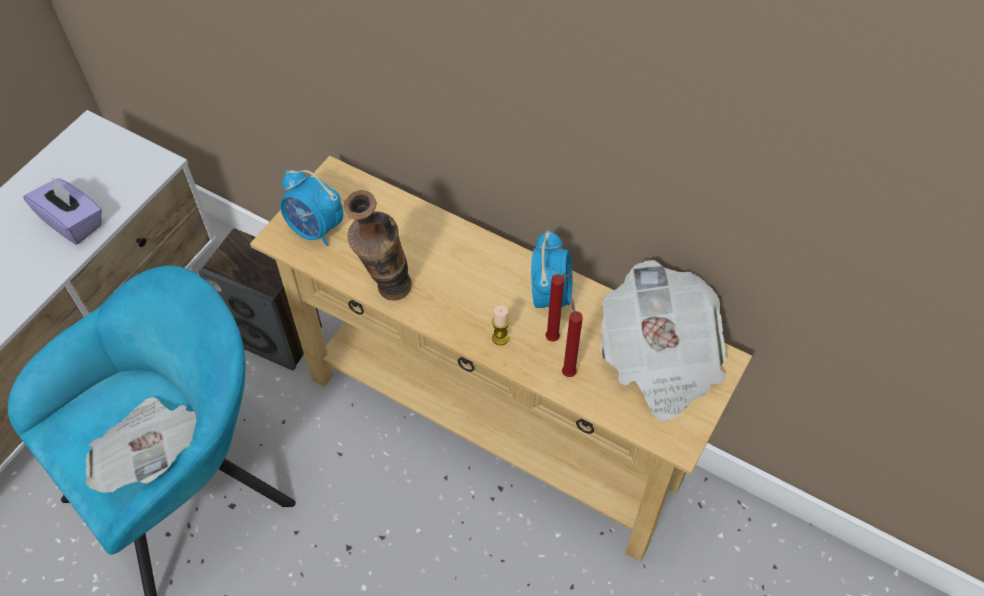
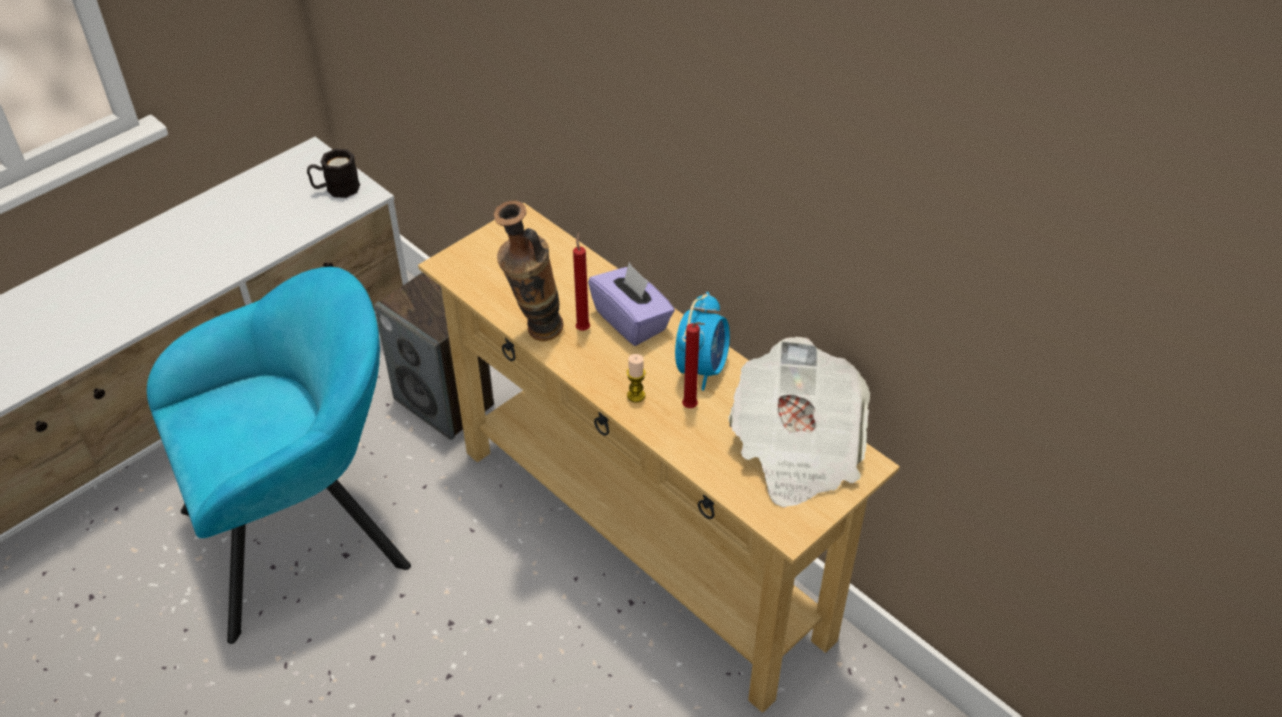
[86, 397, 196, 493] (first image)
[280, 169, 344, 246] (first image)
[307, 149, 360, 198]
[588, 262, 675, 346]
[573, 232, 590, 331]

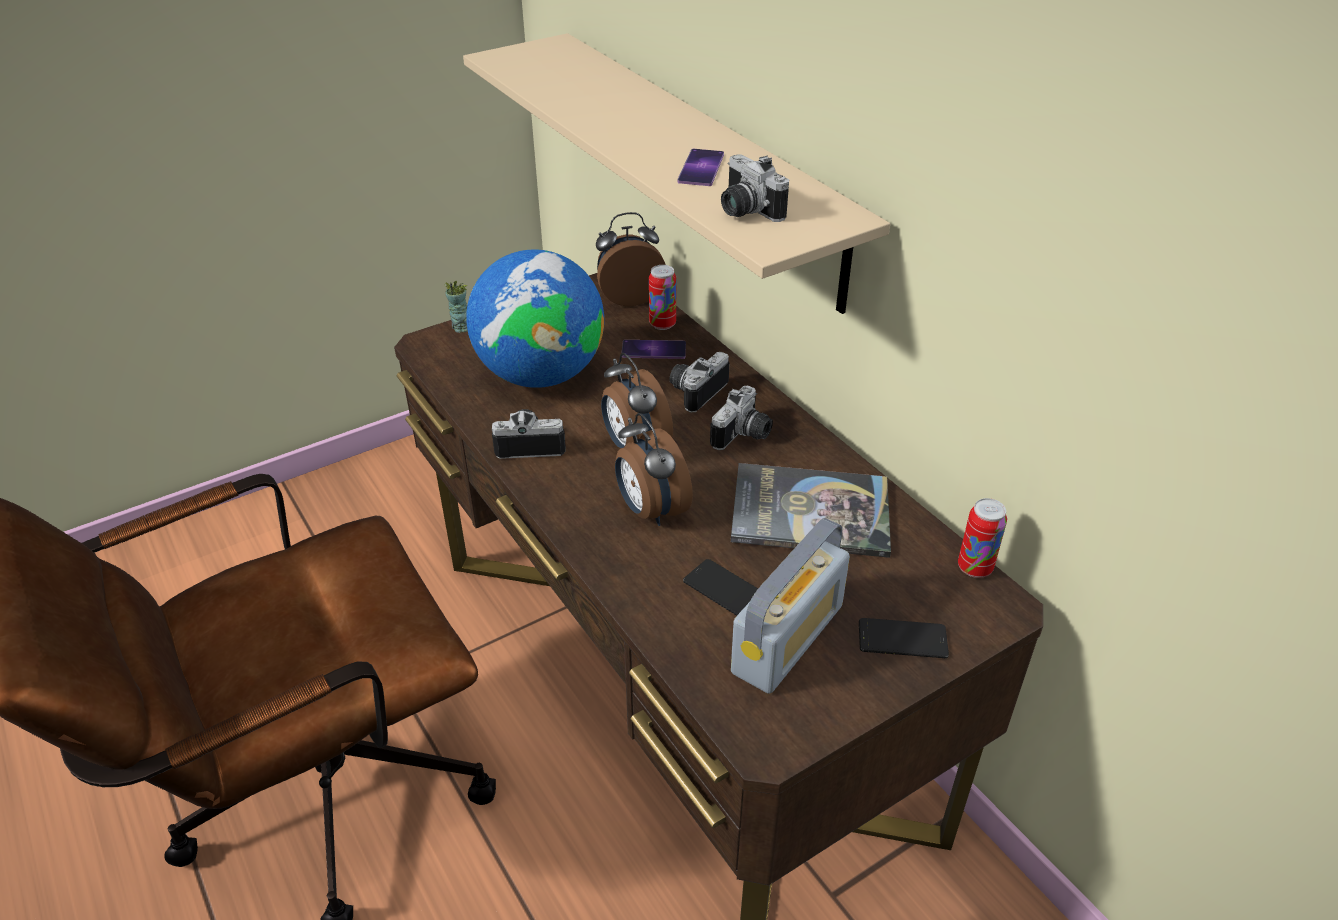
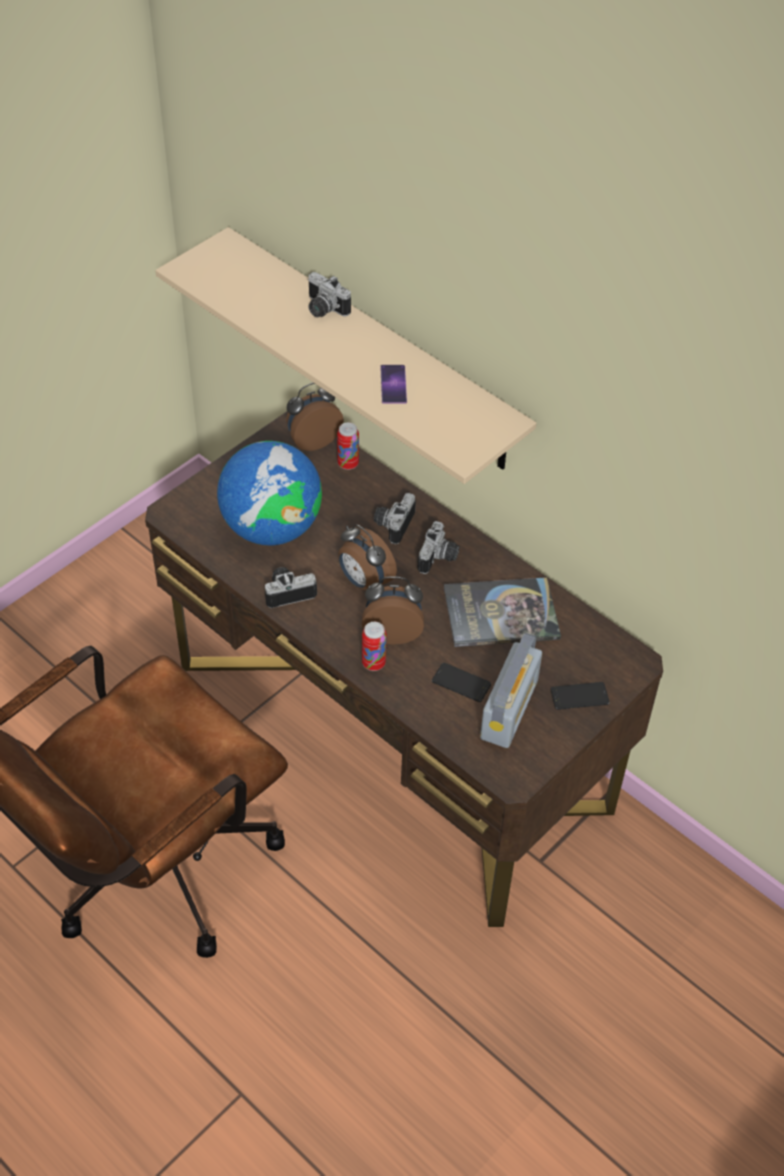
[445, 281, 468, 333] (first image)
[622, 340, 686, 359] (first image)
[307, 272, 351, 317]
[362, 622, 387, 671]
[362, 576, 424, 645]

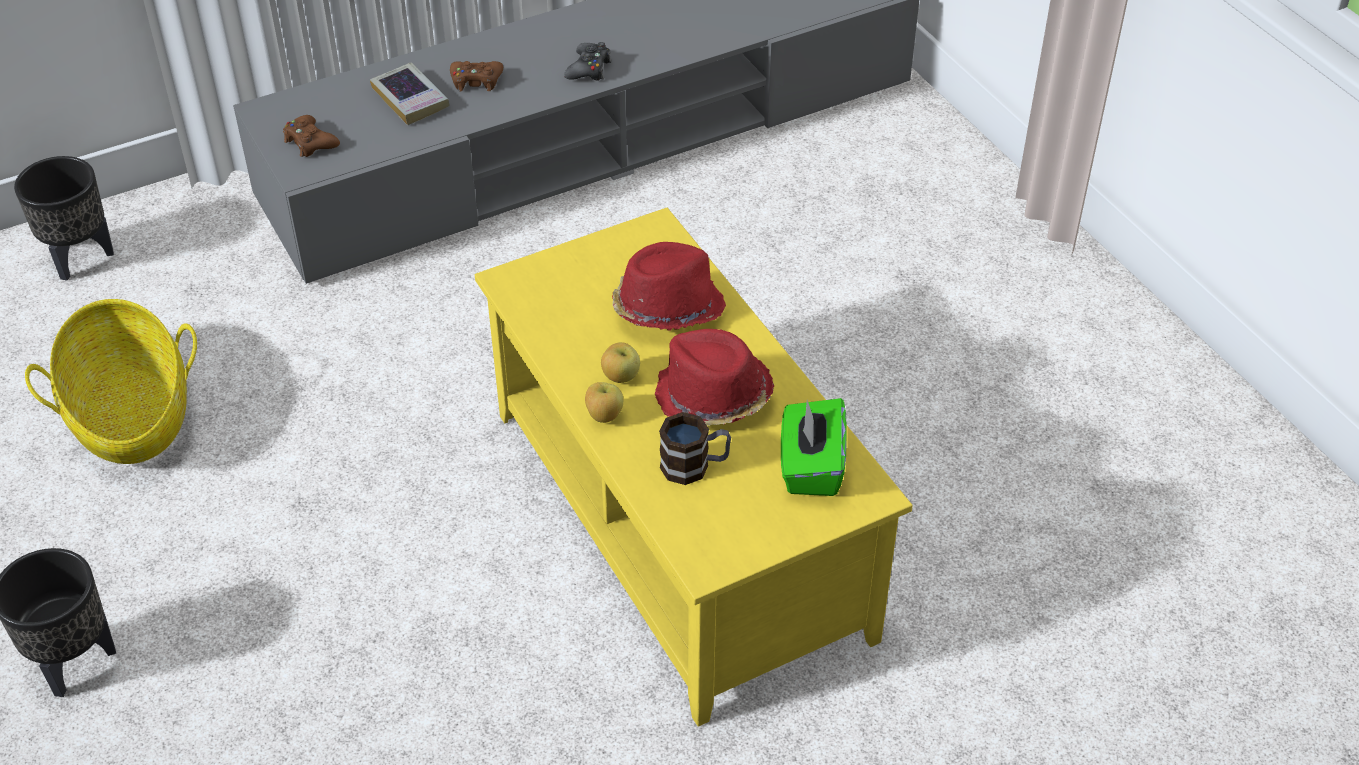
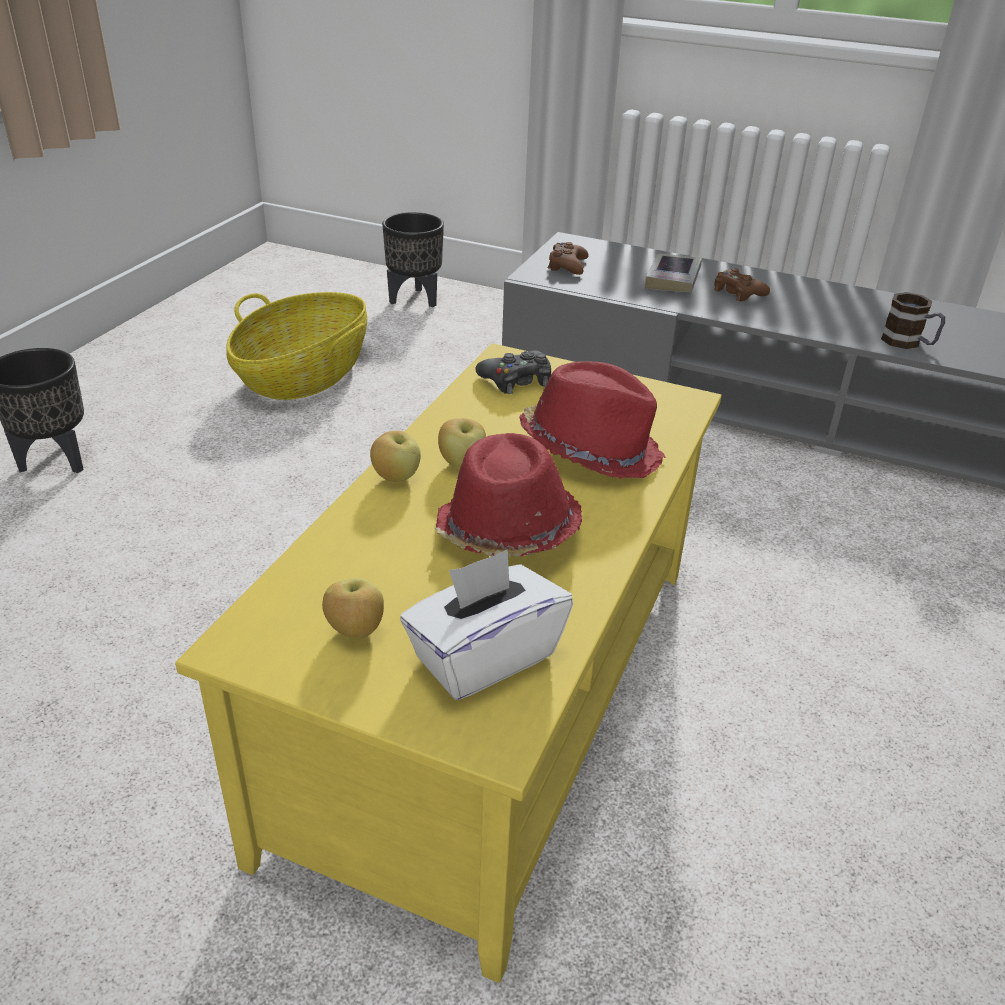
[322, 578, 384, 640]
[476, 351, 551, 394]
[881, 292, 945, 349]
[400, 550, 573, 700]

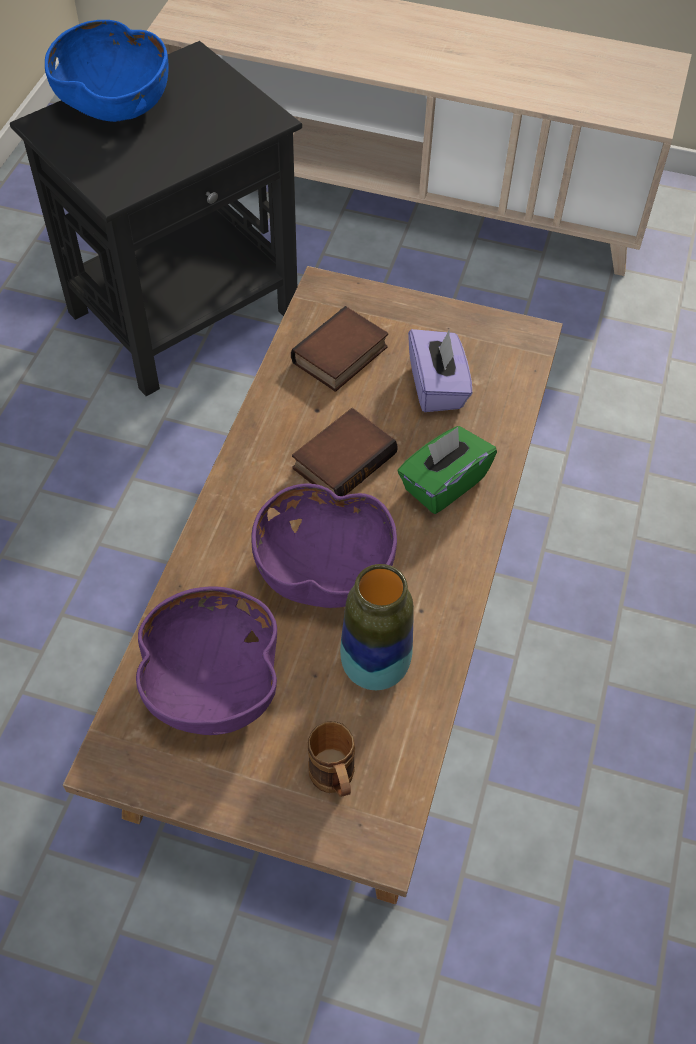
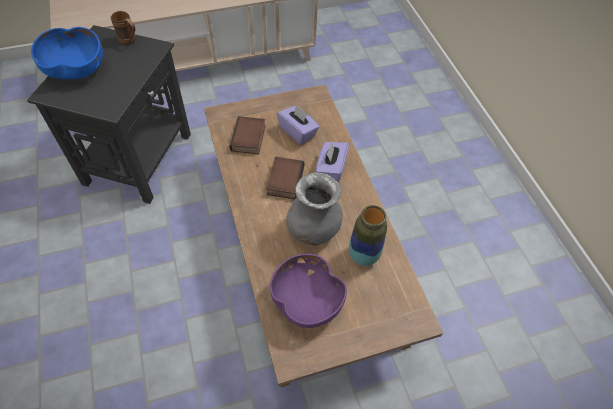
[111, 11, 136, 45]
[287, 172, 342, 245]
[316, 142, 349, 182]

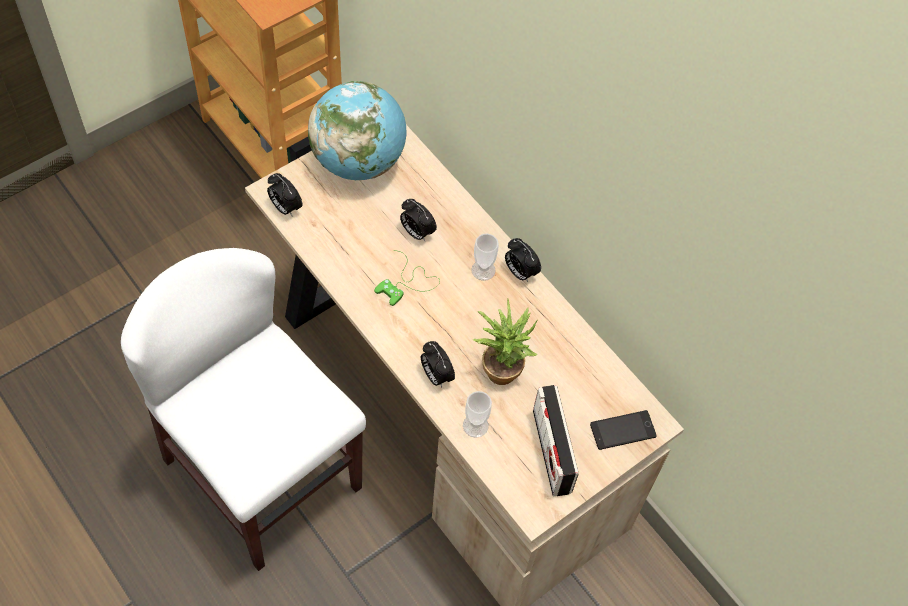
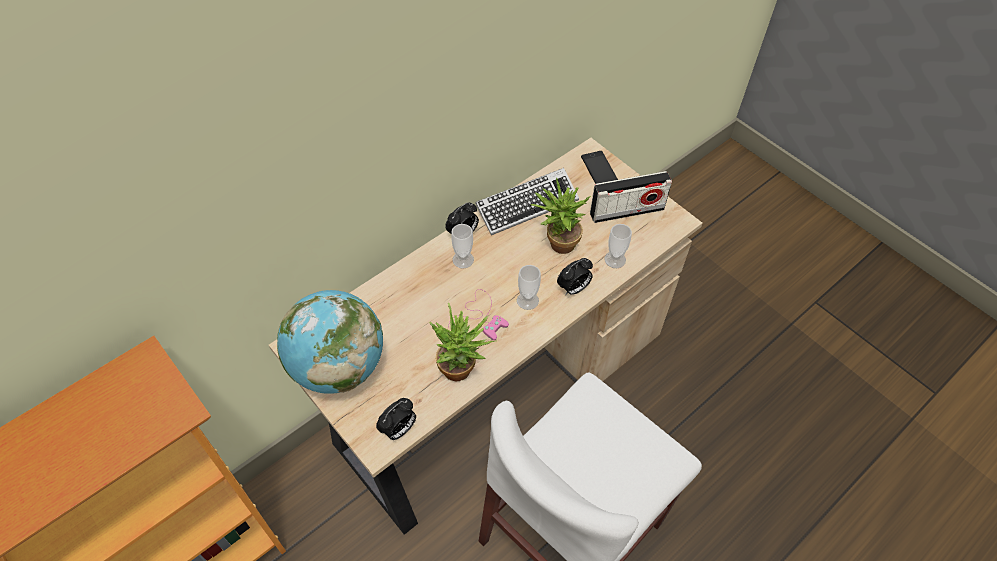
[400, 199, 437, 241] (first image)
[429, 303, 497, 381]
[475, 168, 579, 235]
[517, 265, 541, 310]
[448, 289, 509, 340]

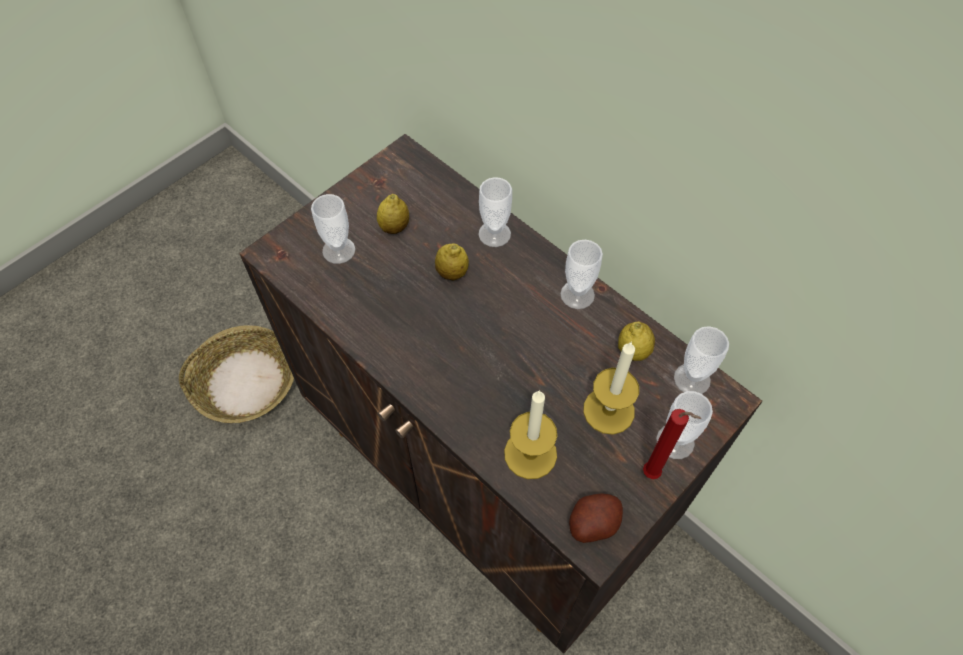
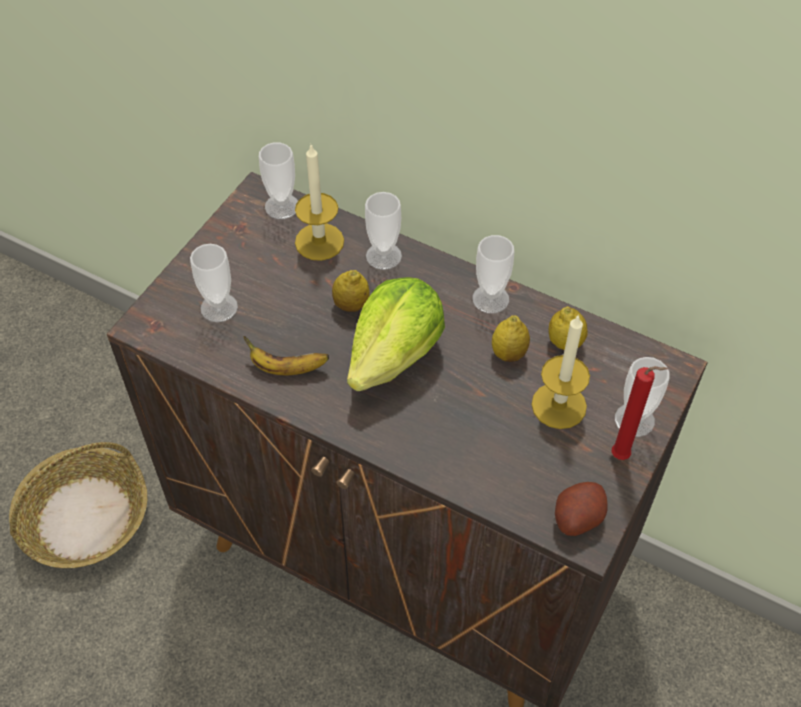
[243, 336, 329, 375]
[347, 277, 445, 391]
[492, 315, 530, 362]
[295, 143, 344, 261]
[259, 142, 298, 219]

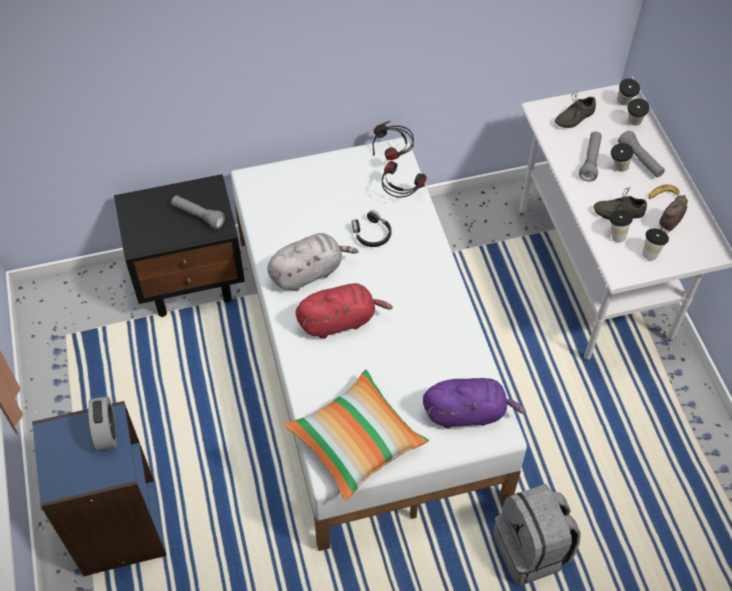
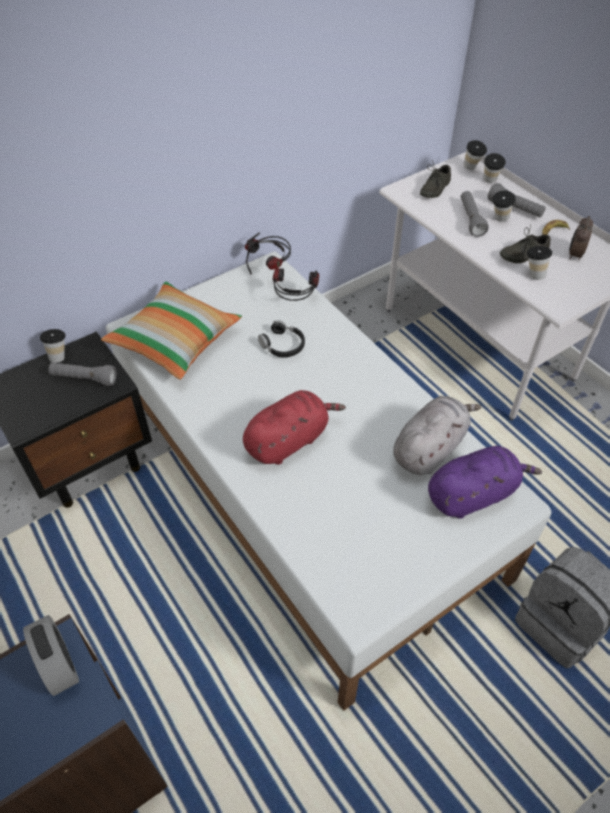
[393, 396, 482, 475]
[101, 282, 242, 379]
[40, 329, 65, 363]

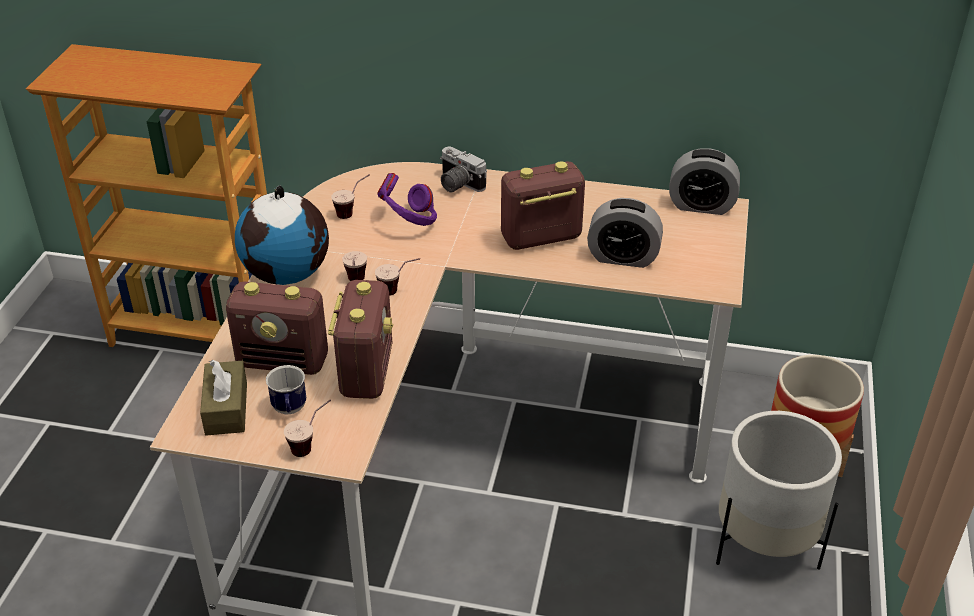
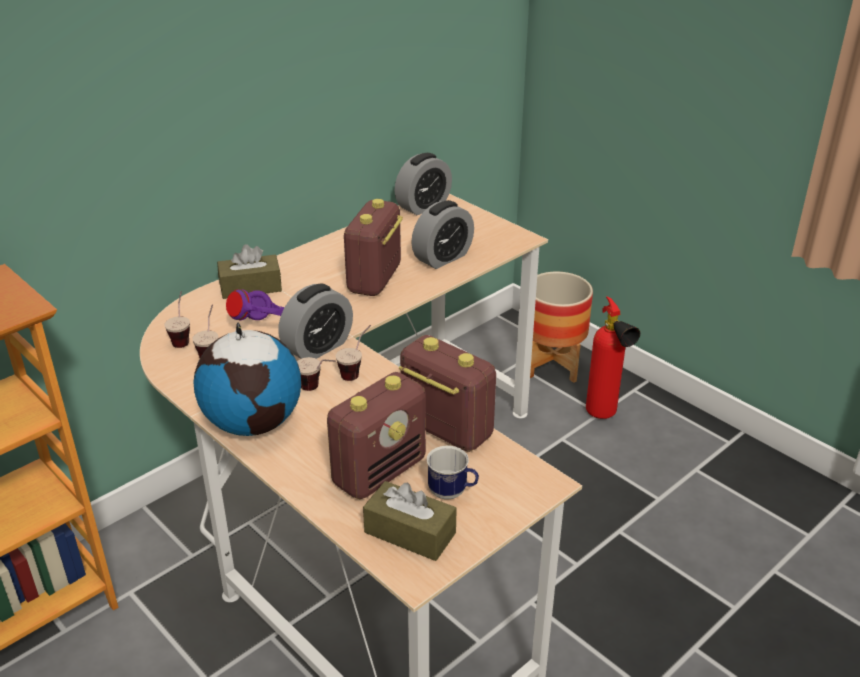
[278, 283, 353, 359]
[164, 291, 190, 348]
[217, 244, 282, 299]
[586, 296, 640, 419]

